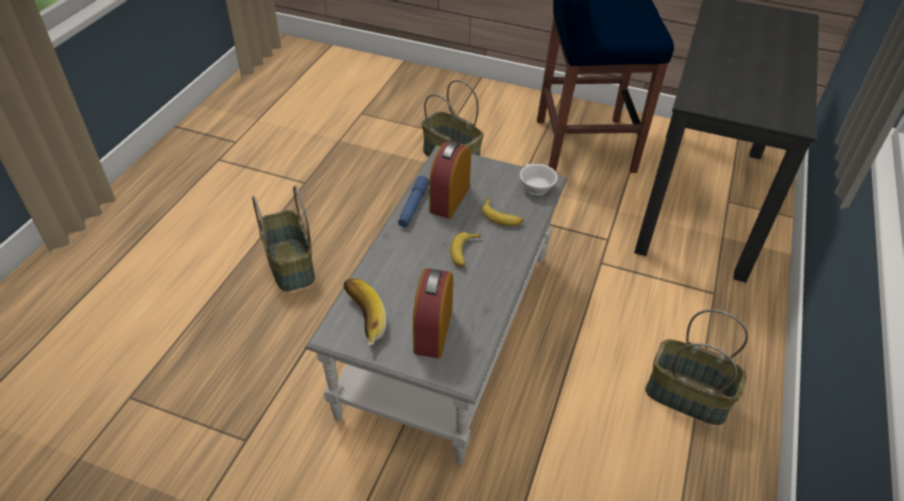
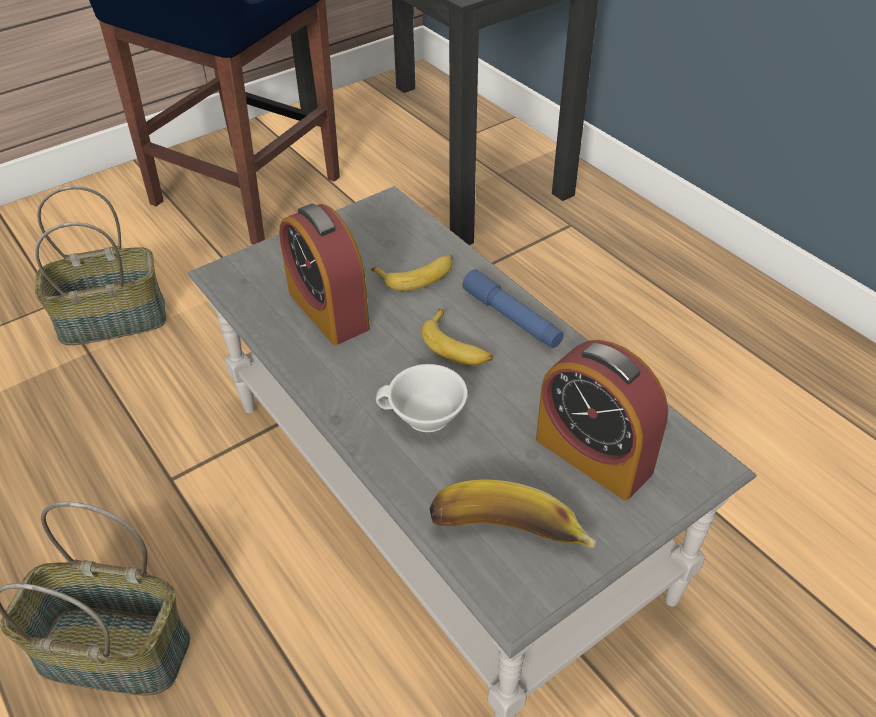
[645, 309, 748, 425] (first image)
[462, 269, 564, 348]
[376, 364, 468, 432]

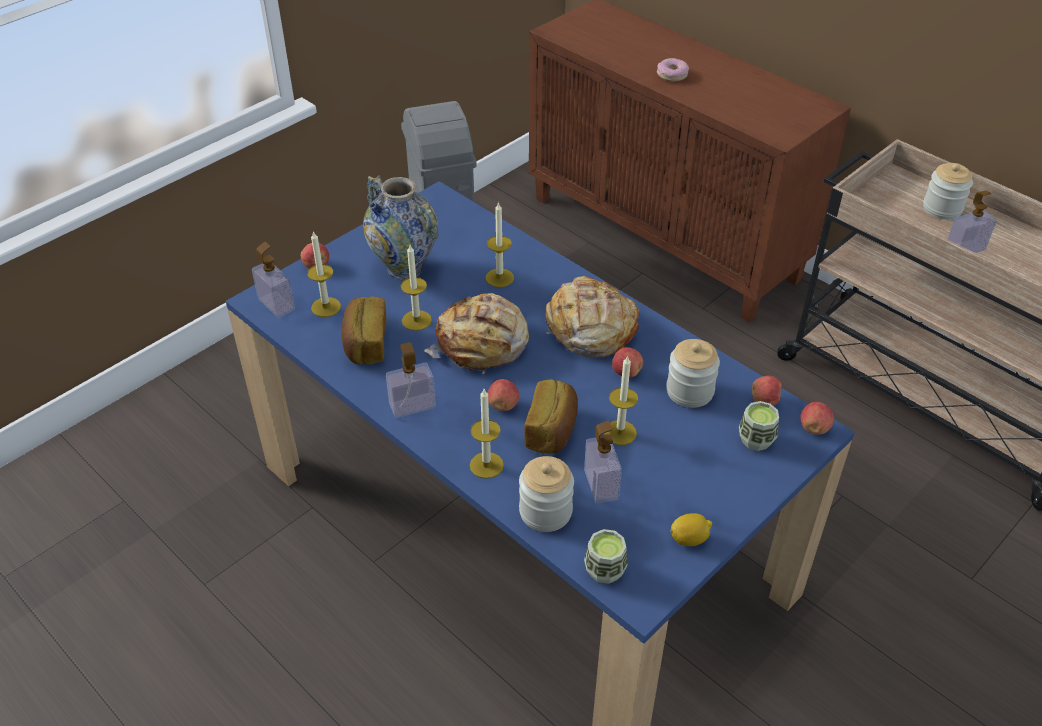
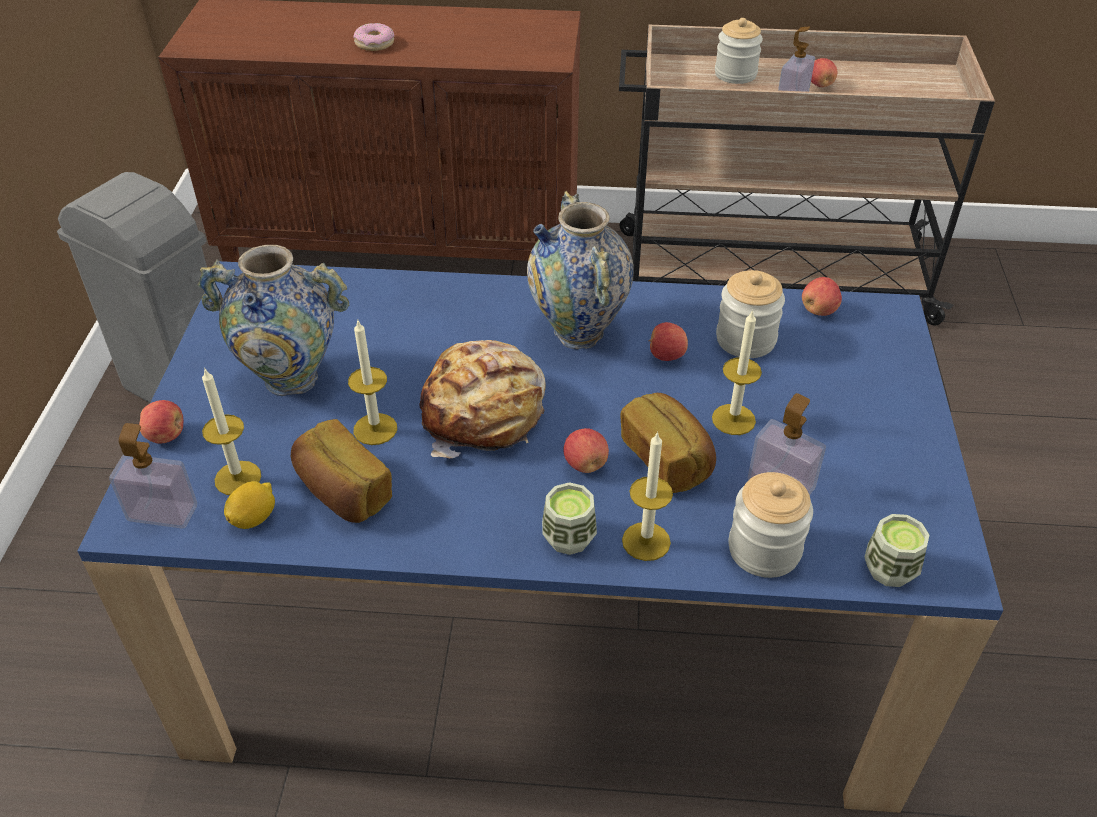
[386, 342, 436, 418] (first image)
[486, 202, 514, 287] (first image)
[224, 481, 275, 529]
[542, 482, 597, 555]
[811, 58, 837, 87]
[527, 191, 634, 349]

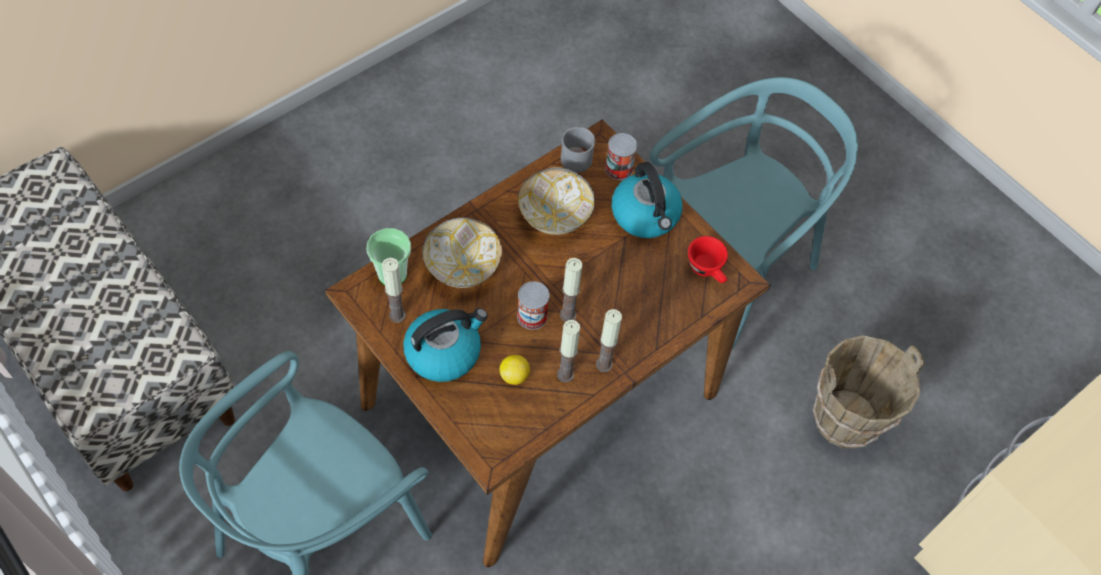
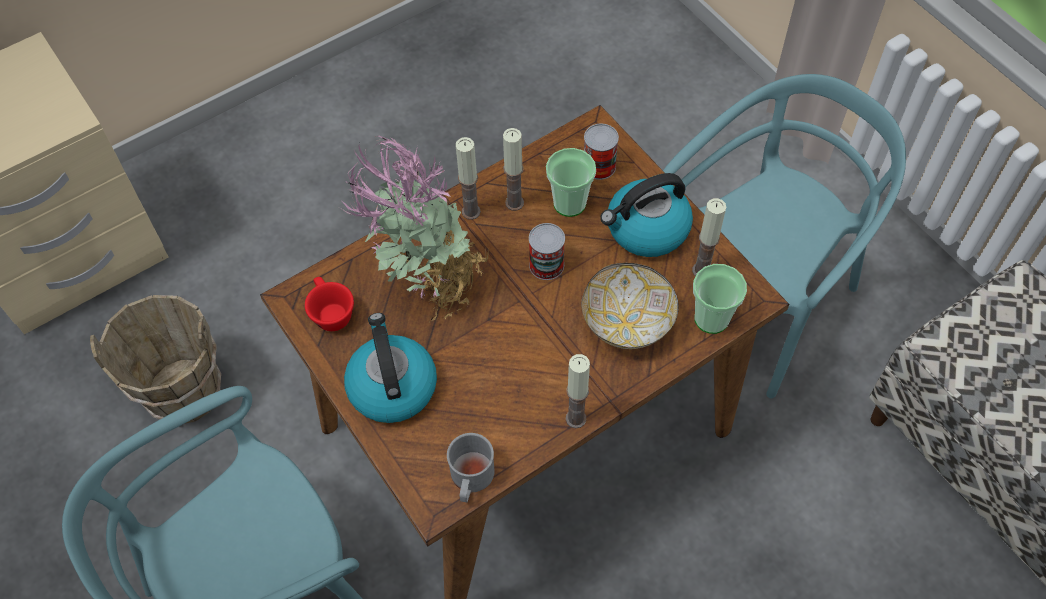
[518, 167, 595, 235] (first image)
[341, 135, 489, 322]
[566, 354, 590, 428]
[584, 124, 619, 180]
[546, 148, 596, 217]

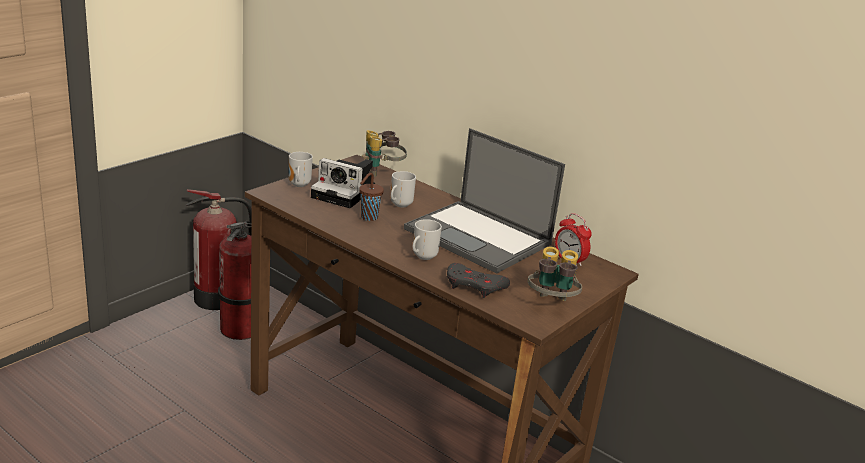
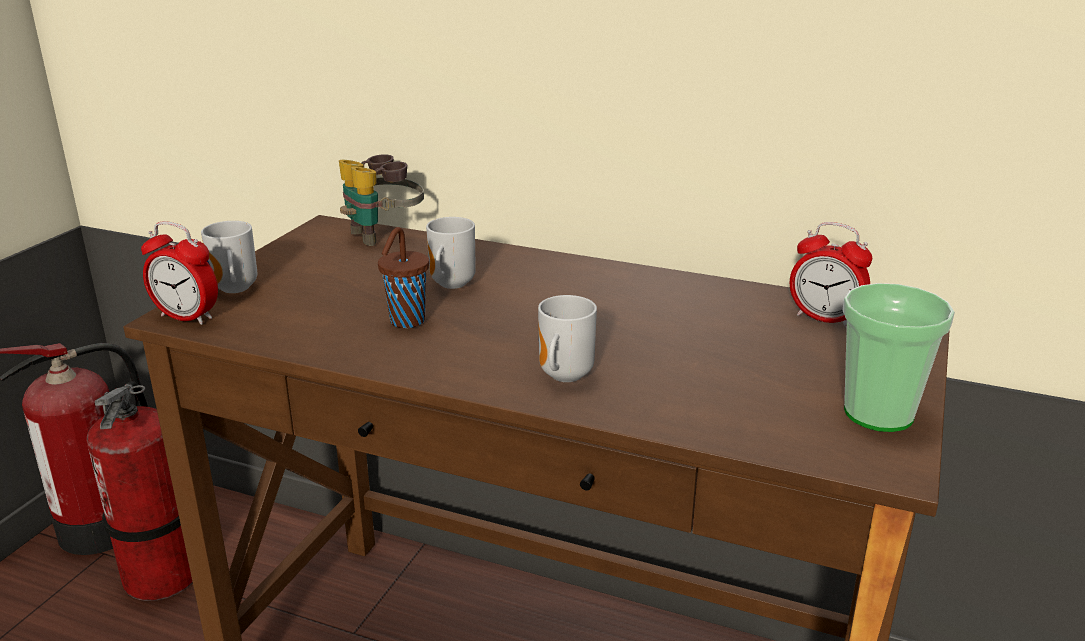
[311, 158, 375, 208] (first image)
[404, 128, 565, 274] (first image)
[447, 263, 510, 298] (first image)
[141, 221, 218, 325]
[843, 283, 955, 432]

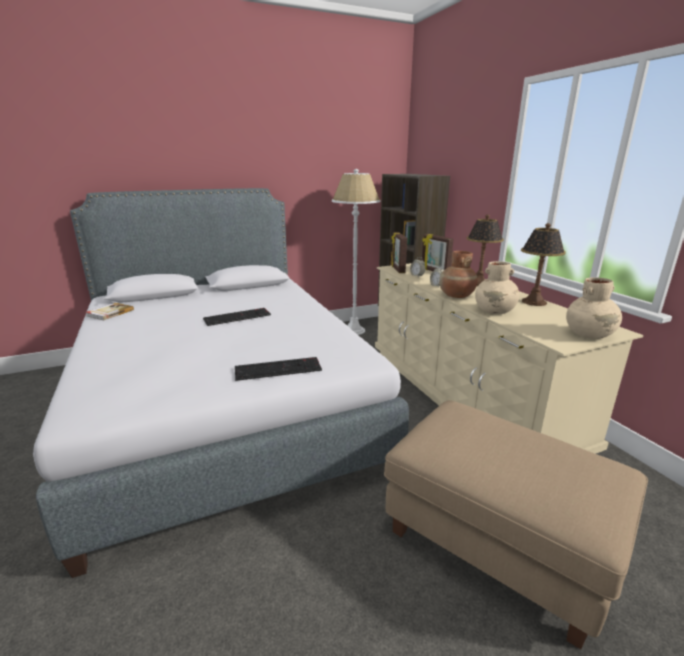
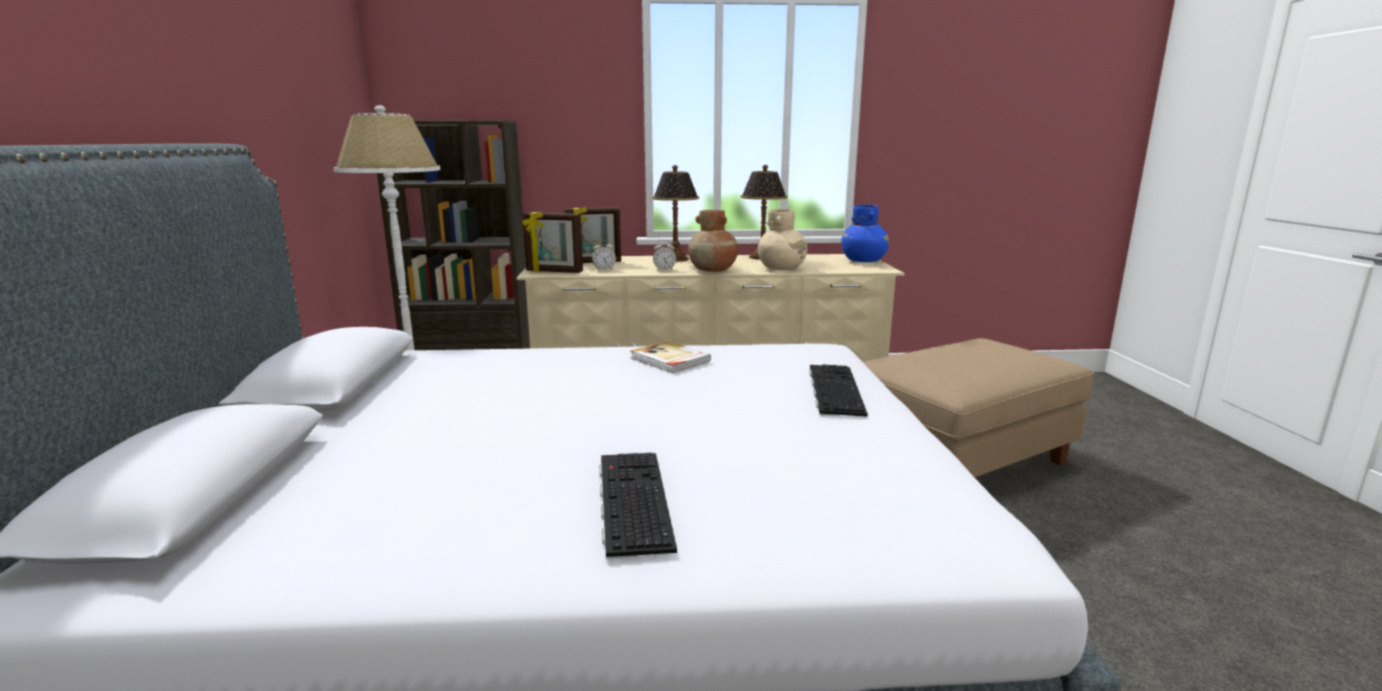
[631, 341, 711, 373]
[599, 453, 677, 559]
[841, 204, 889, 262]

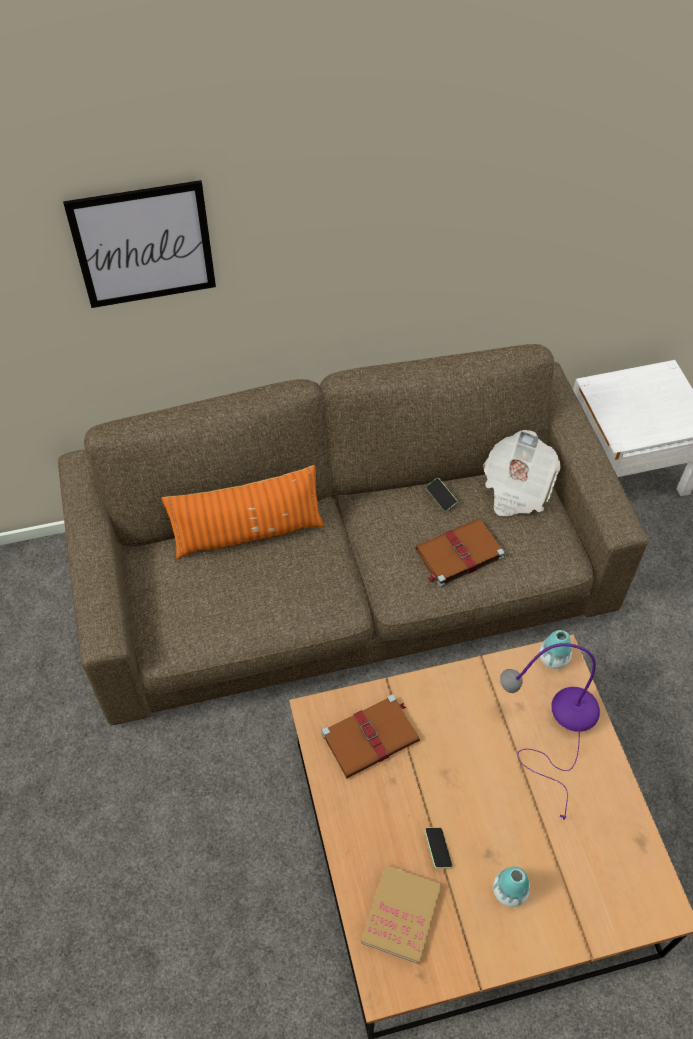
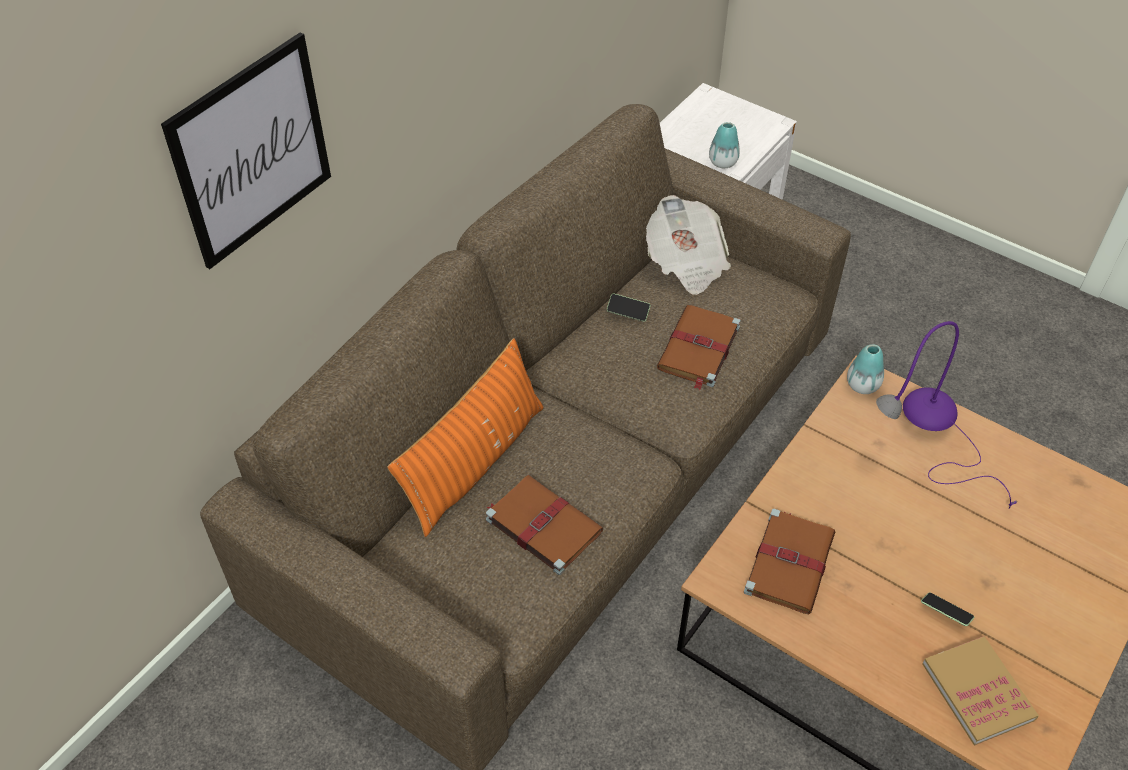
[486, 475, 604, 575]
[709, 122, 740, 168]

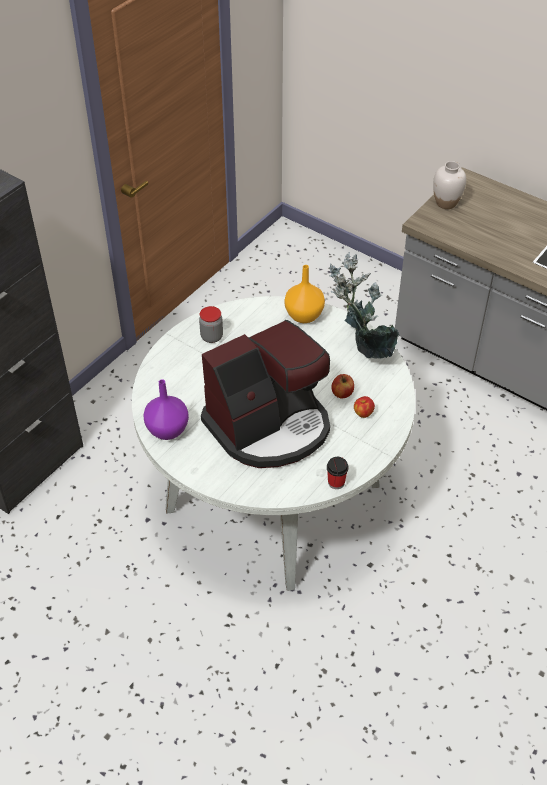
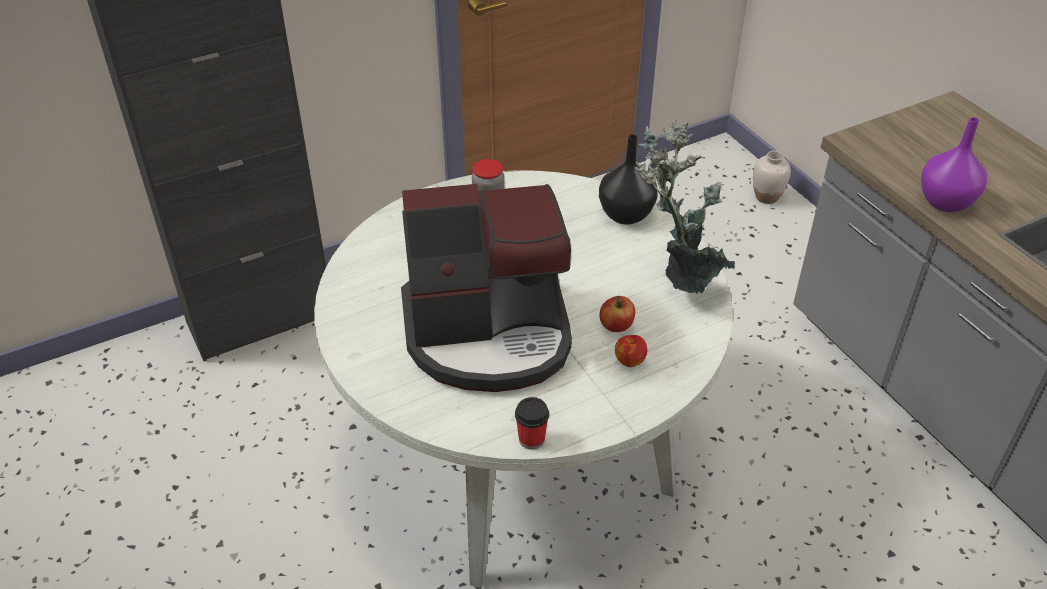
[921, 117, 987, 212]
[753, 151, 791, 204]
[599, 135, 658, 225]

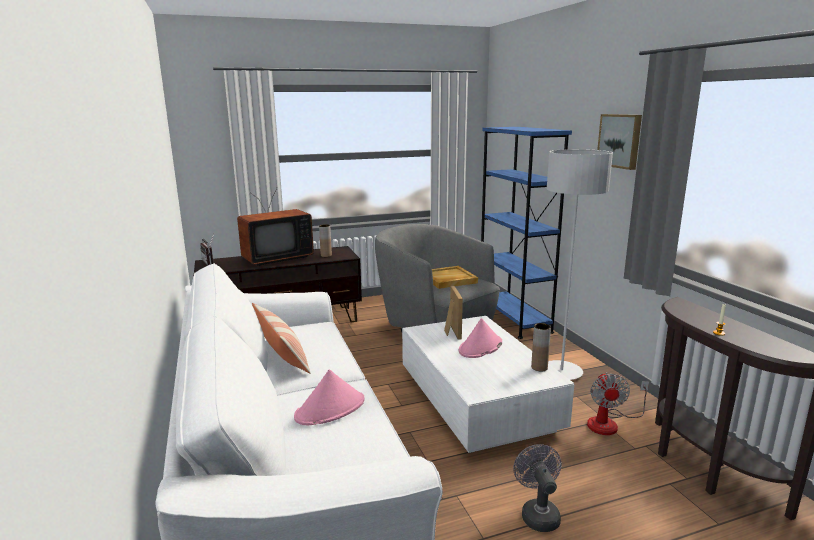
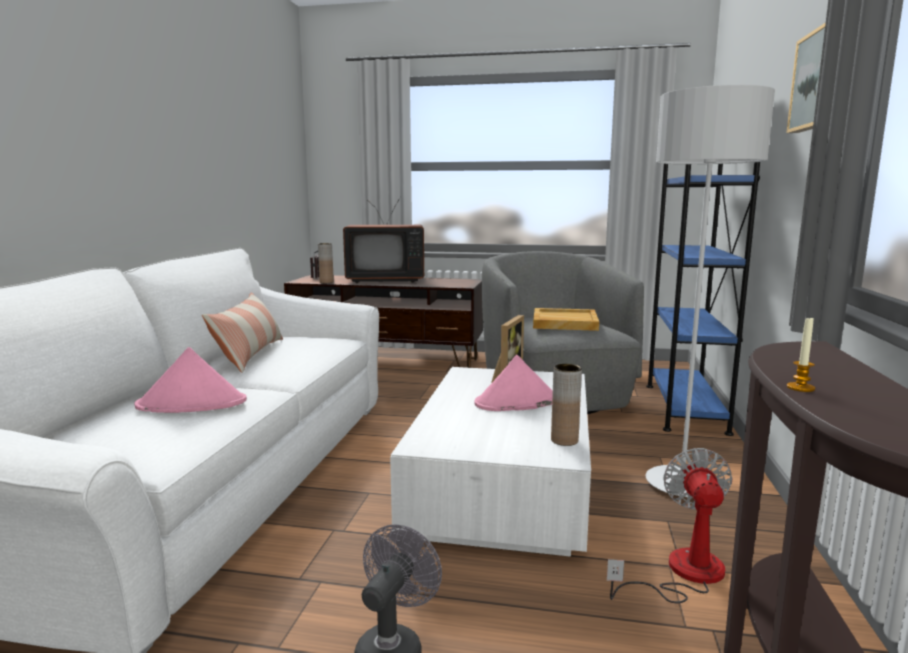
[318, 243, 334, 283]
[607, 448, 732, 604]

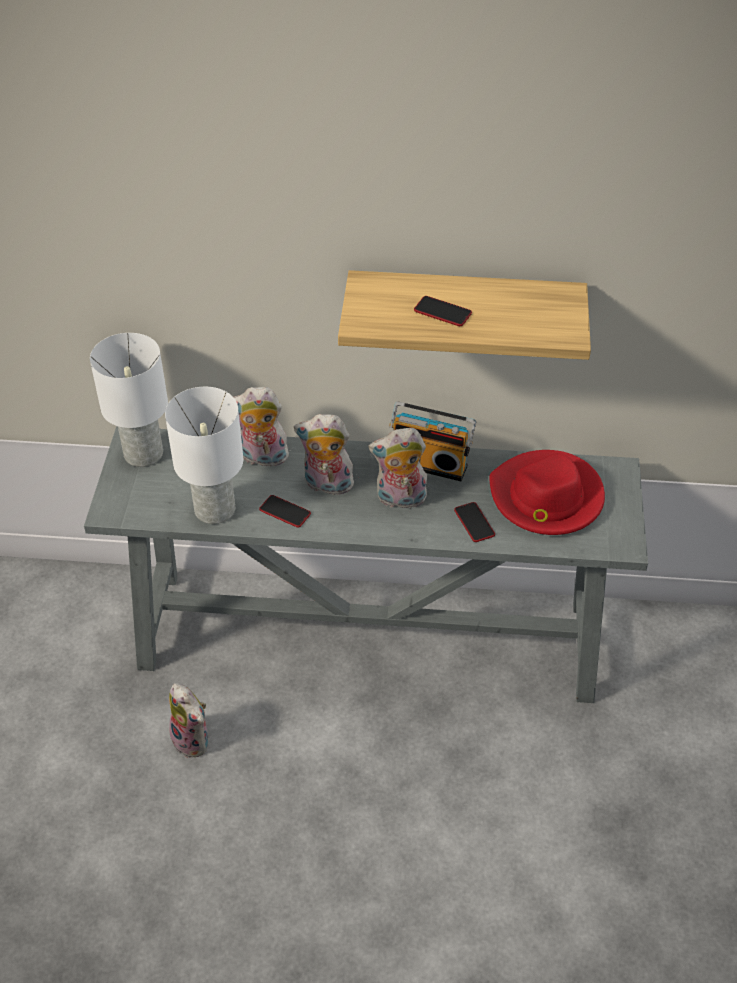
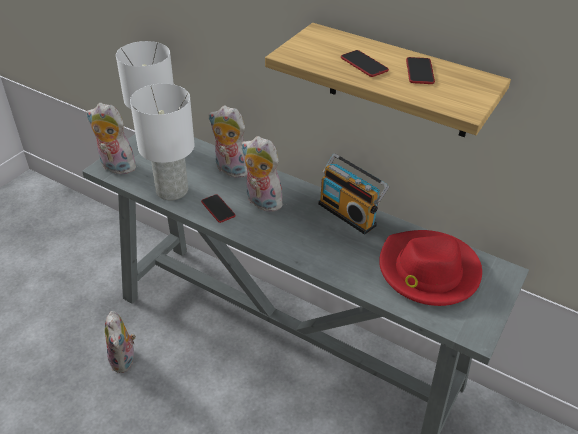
[86, 103, 138, 174]
[406, 57, 435, 84]

